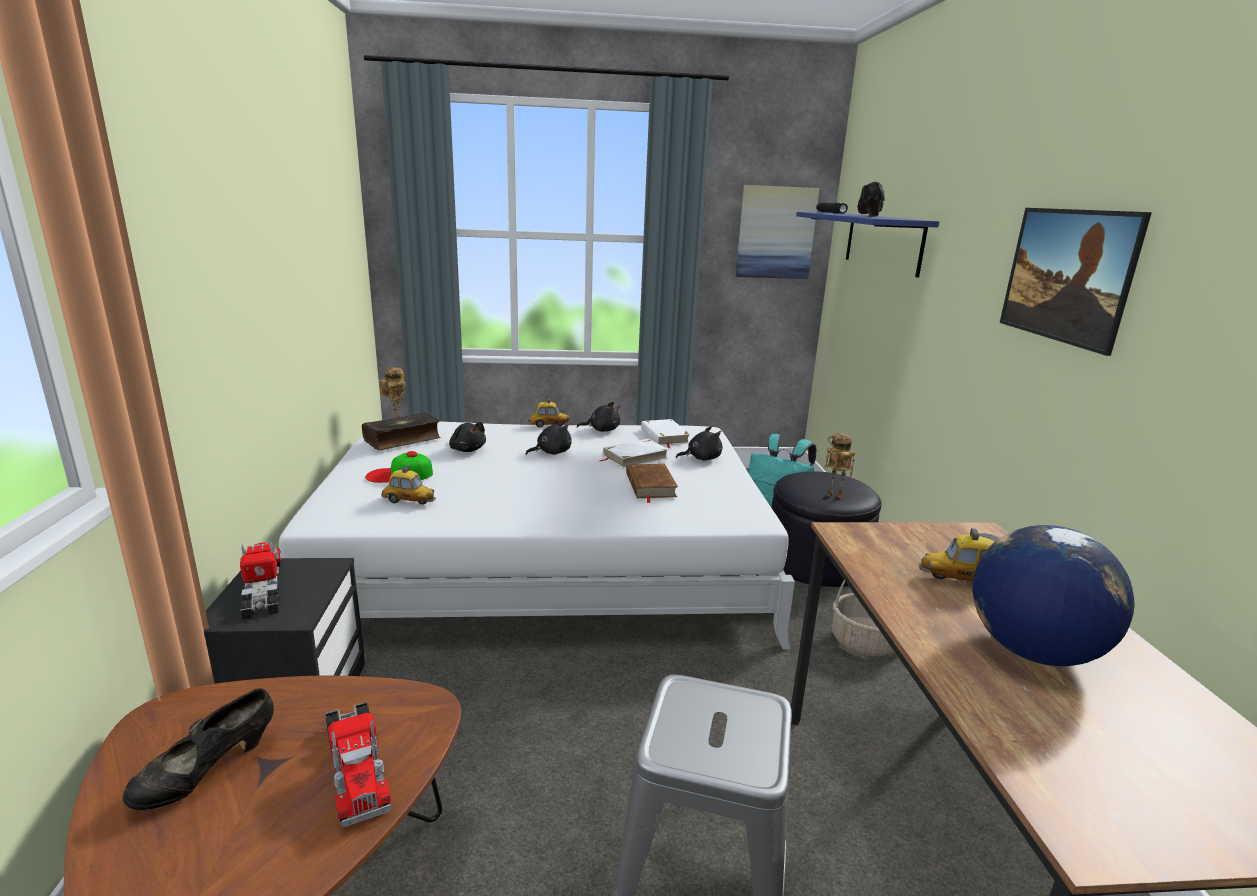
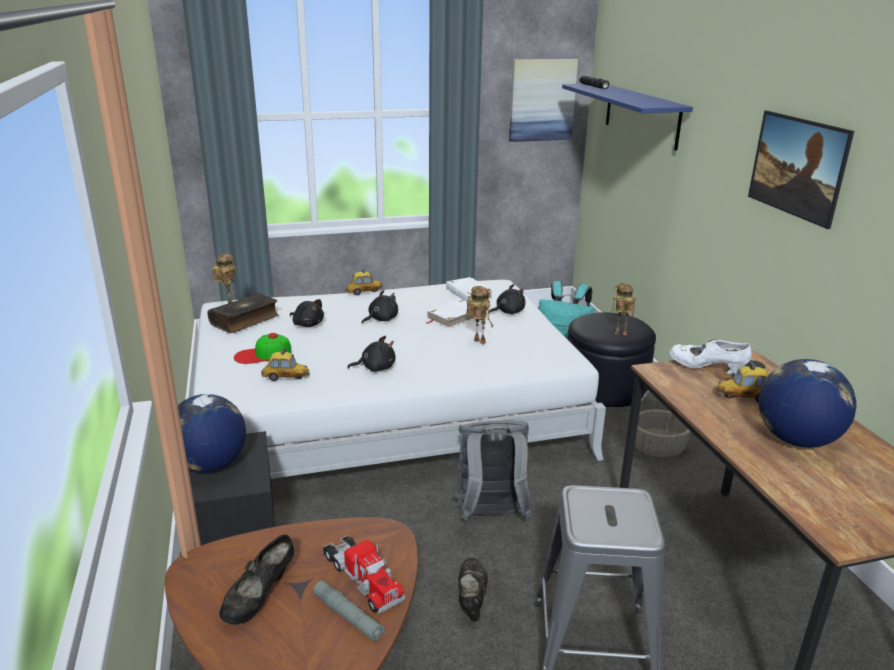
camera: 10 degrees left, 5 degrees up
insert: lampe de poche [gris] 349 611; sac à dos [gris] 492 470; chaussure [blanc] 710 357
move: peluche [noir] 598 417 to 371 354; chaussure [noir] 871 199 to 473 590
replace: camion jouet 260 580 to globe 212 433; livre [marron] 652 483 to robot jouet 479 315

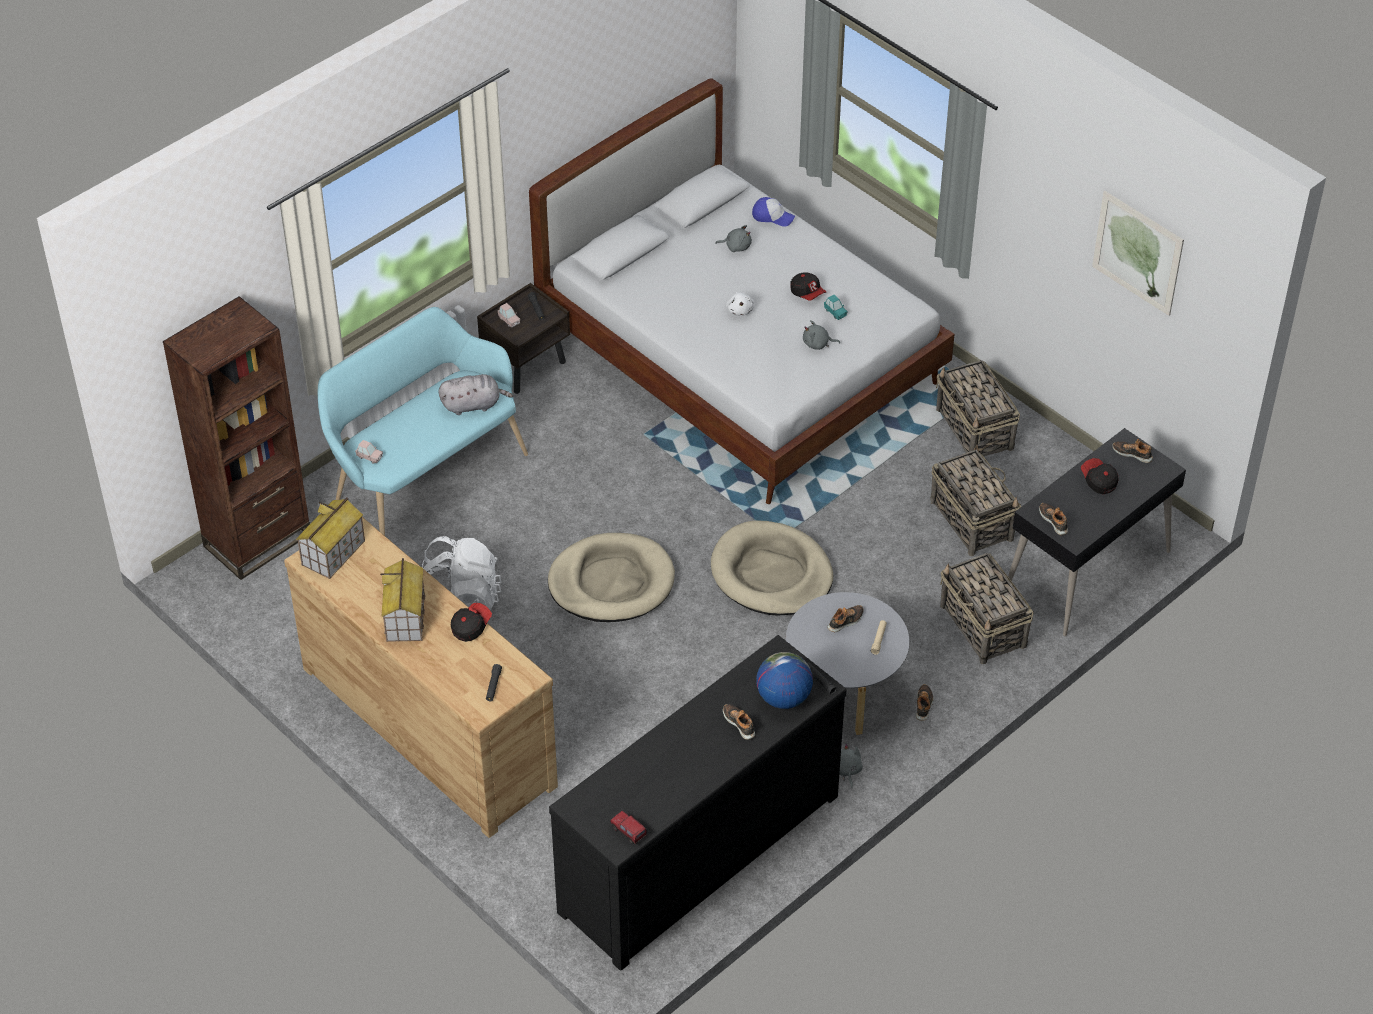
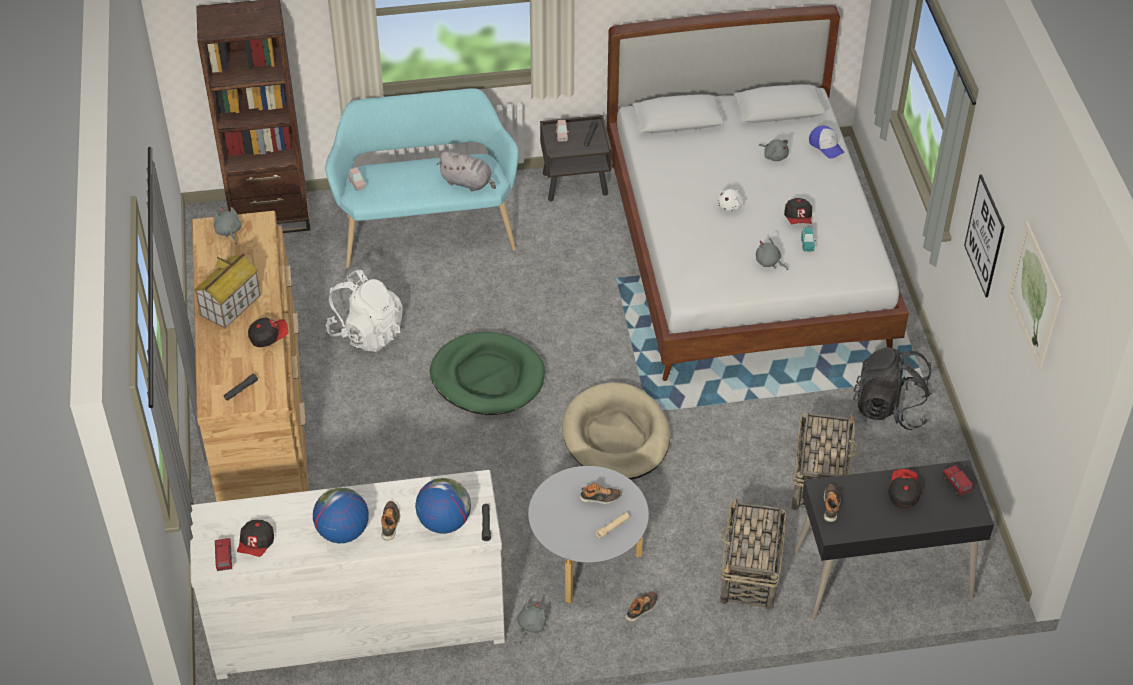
camera: 35 degrees right, 0 degrees up
insert: casquette 255 538; globe 341 515; tableau 984 236
replace: maison miniature 330 538 to peluche [gris] 227 225; panier 978 408 to sac à dos [noir] 892 388; chaussure 1132 451 to camion jouet 958 480
recolor: commode [noir] 698 803 to commode [blanc] 347 575; panier pour chien [beige] 611 577 to panier pour chien [vert] 487 373

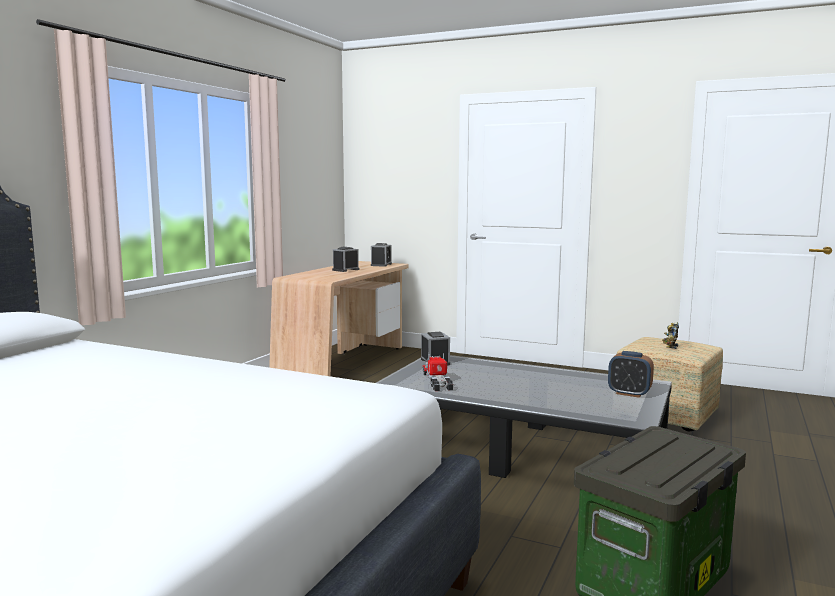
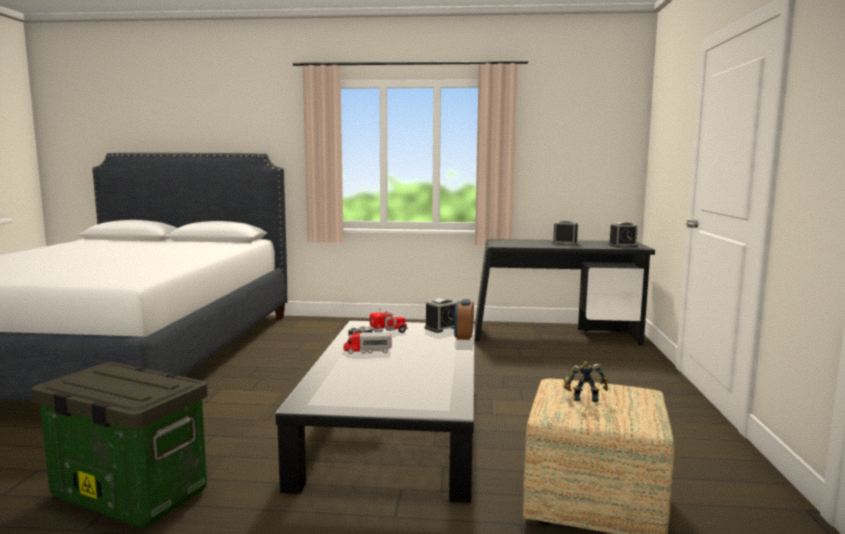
camera: 70 degrees right, 0 degrees up
insert: camion jouet 367 343
move: réveil 631 374 to 464 319
recolor: bureau [beige] 338 318 to bureau [noir] 565 292

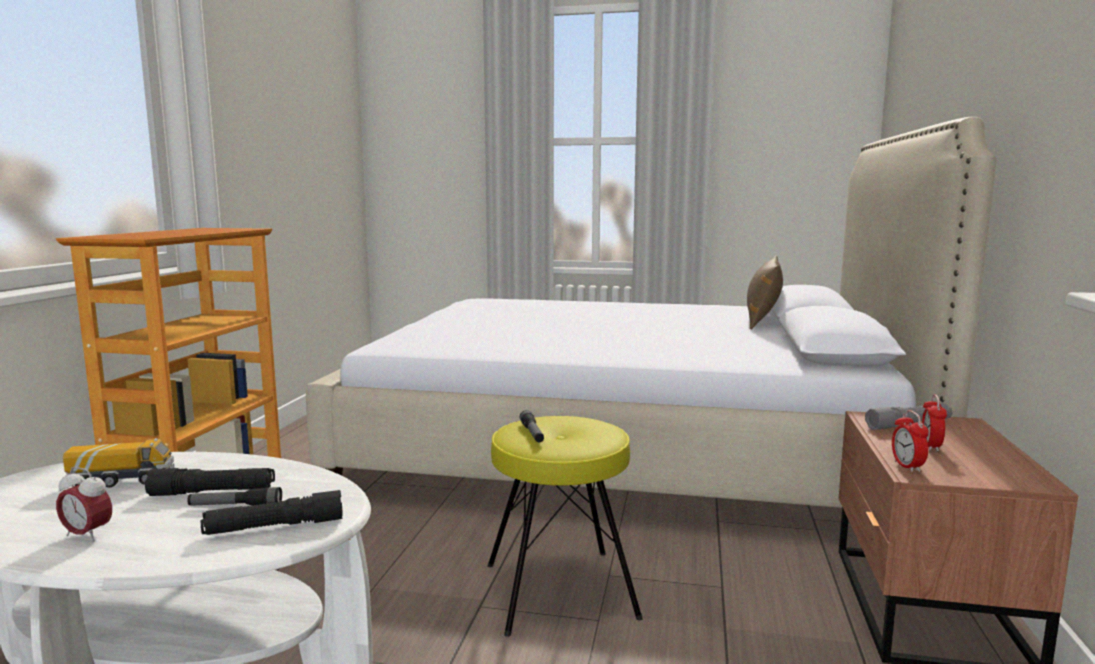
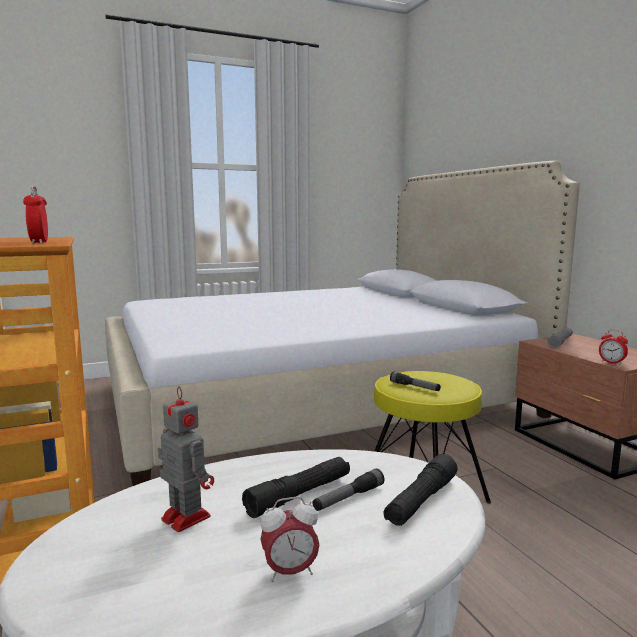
camera: 35 degrees left, 0 degrees up
delete: coussin [marron] 765 292
move: réveil 934 423 to 35 215
replace: camion jouet 119 463 to robot jouet 186 459

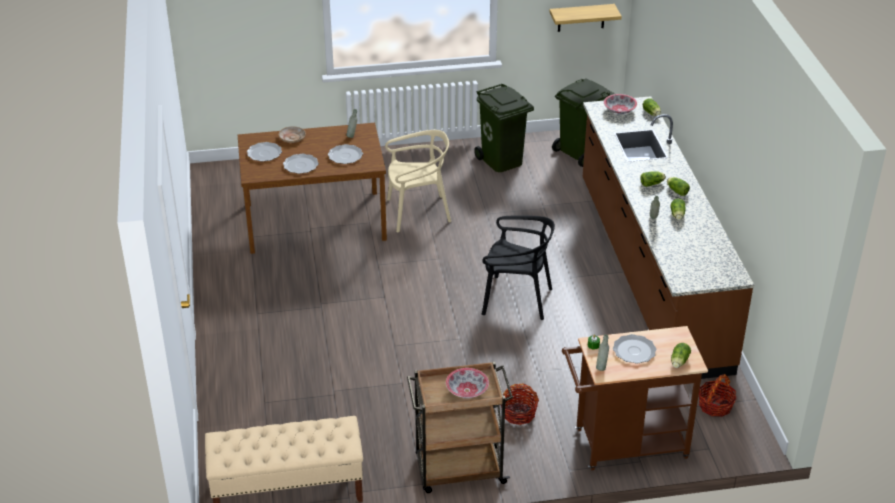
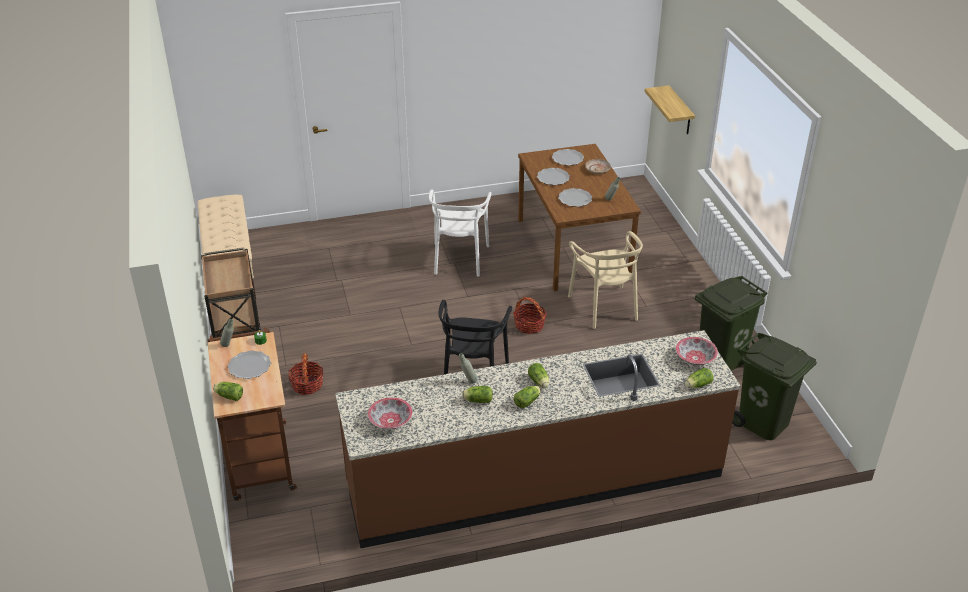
camera: 85 degrees right, 0 degrees up
insert: chaise [blanc] 460 233
move: bol 467 383 to 390 413; panier 717 395 to 530 315; étagère 585 18 to 669 109

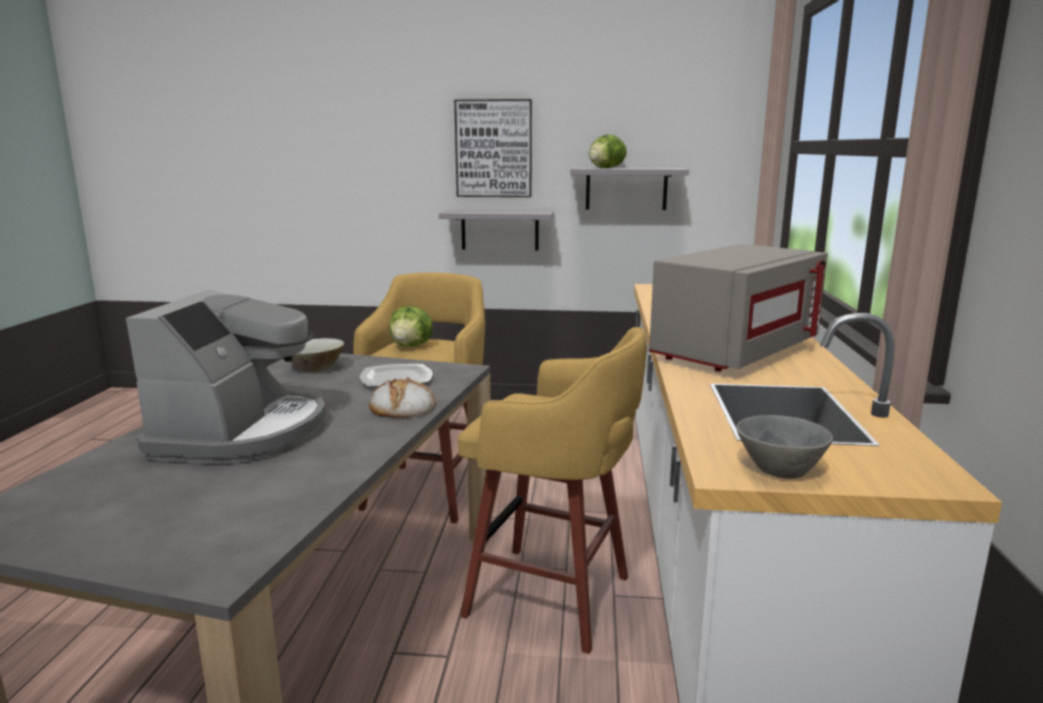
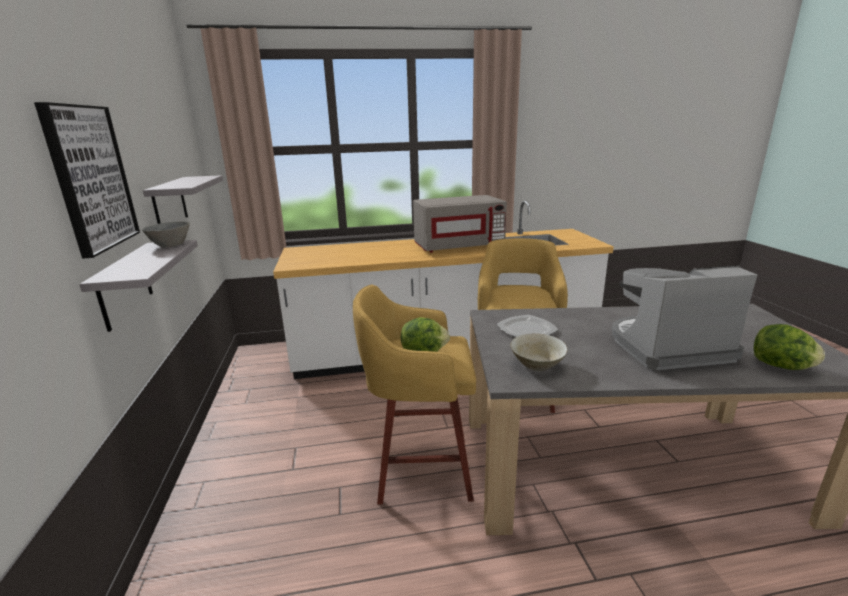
camera: 105 degrees left, 5 degrees up
delete: pain 402 397
move: bol [gris] 784 447 to 166 234; laitue 608 151 to 789 347
rotate: micro-ondes [gris] 738 308 = 460 224 135 degrees clockwise

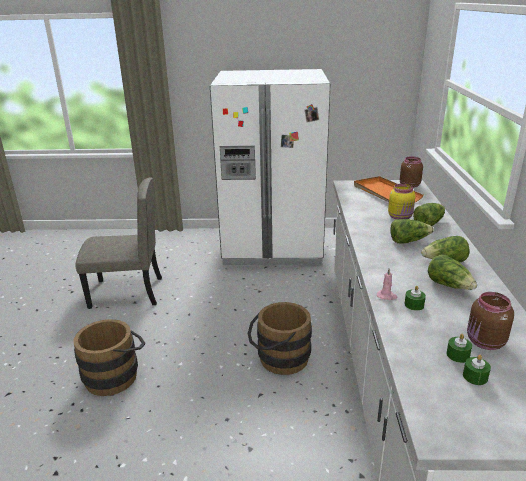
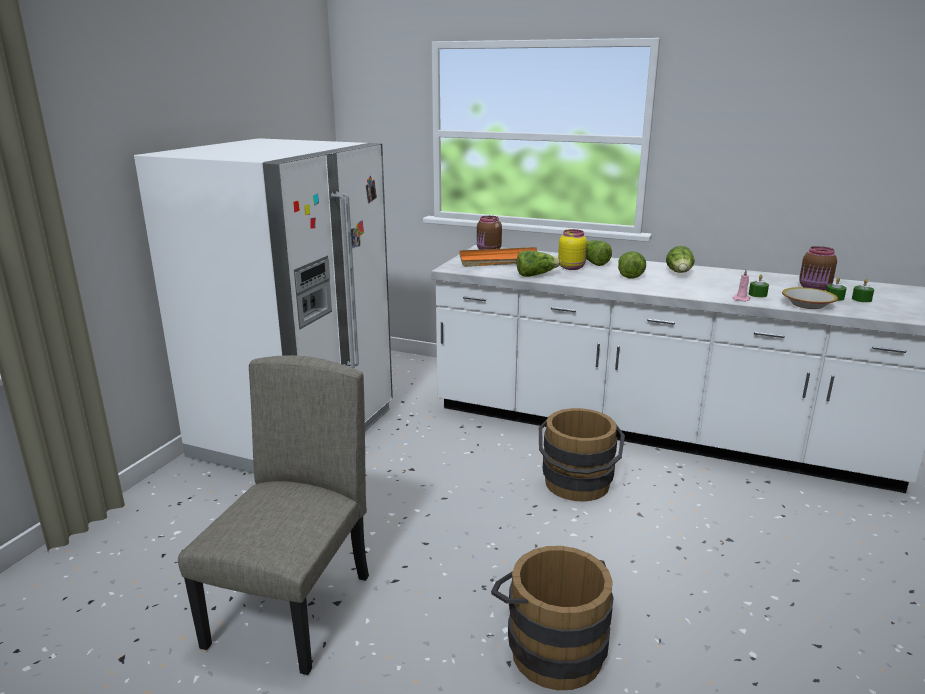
camera: 70 degrees left, 5 degrees down
insert: bol 810 298
move: laitue 452 272 to 538 264

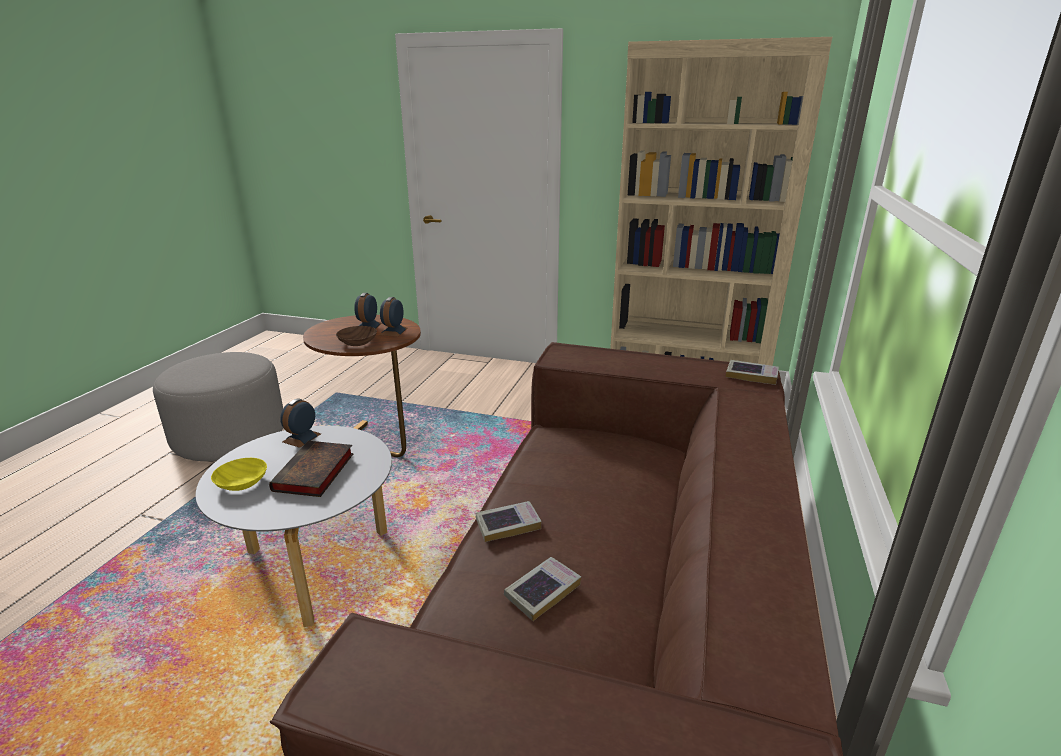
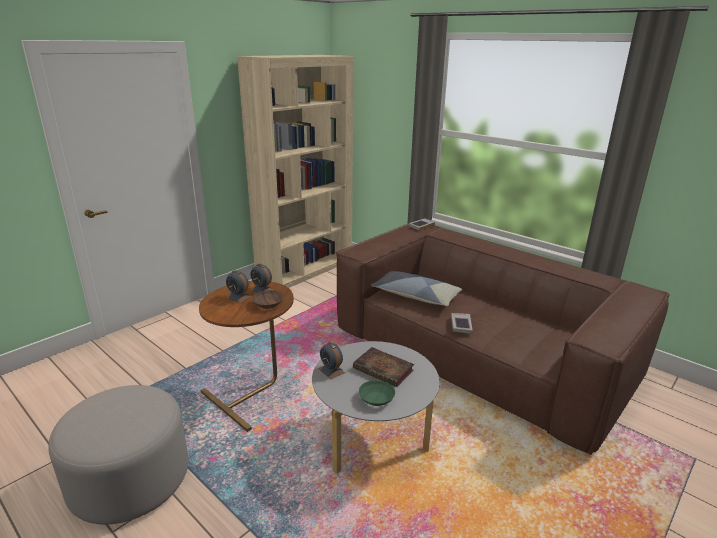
camera: 65 degrees left, 0 degrees up
delete: livre 542 589
insert: coussin 417 288
recolor: bol [jaune] 239 474 to bol [vert] 377 393

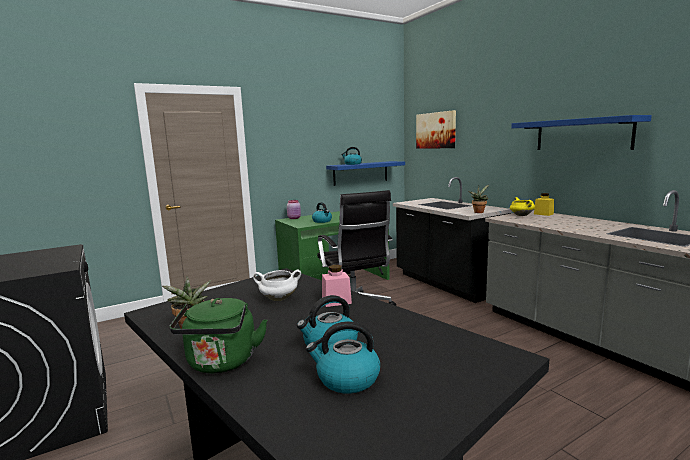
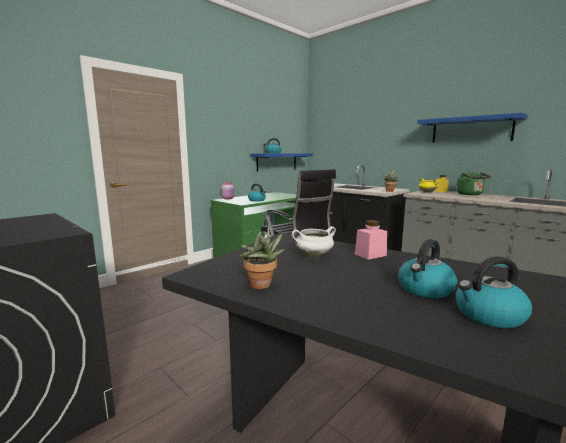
camera: 15 degrees left, 0 degrees up
delete: tableau 436 129
move: bouilloire [vert] 218 335 to 473 183

